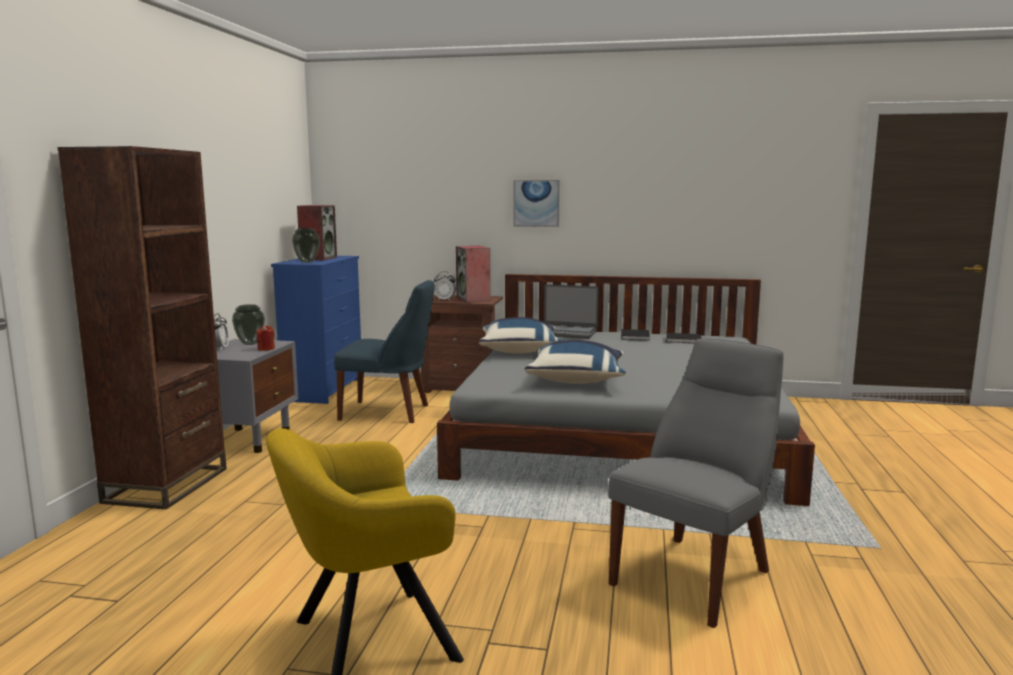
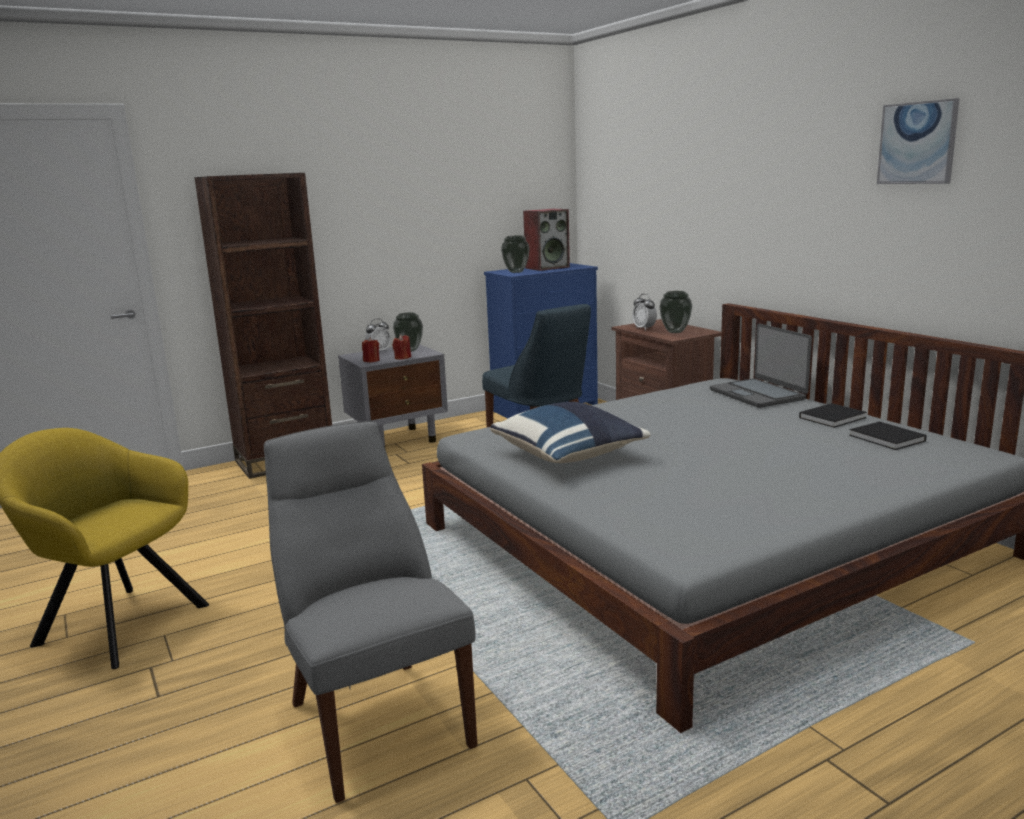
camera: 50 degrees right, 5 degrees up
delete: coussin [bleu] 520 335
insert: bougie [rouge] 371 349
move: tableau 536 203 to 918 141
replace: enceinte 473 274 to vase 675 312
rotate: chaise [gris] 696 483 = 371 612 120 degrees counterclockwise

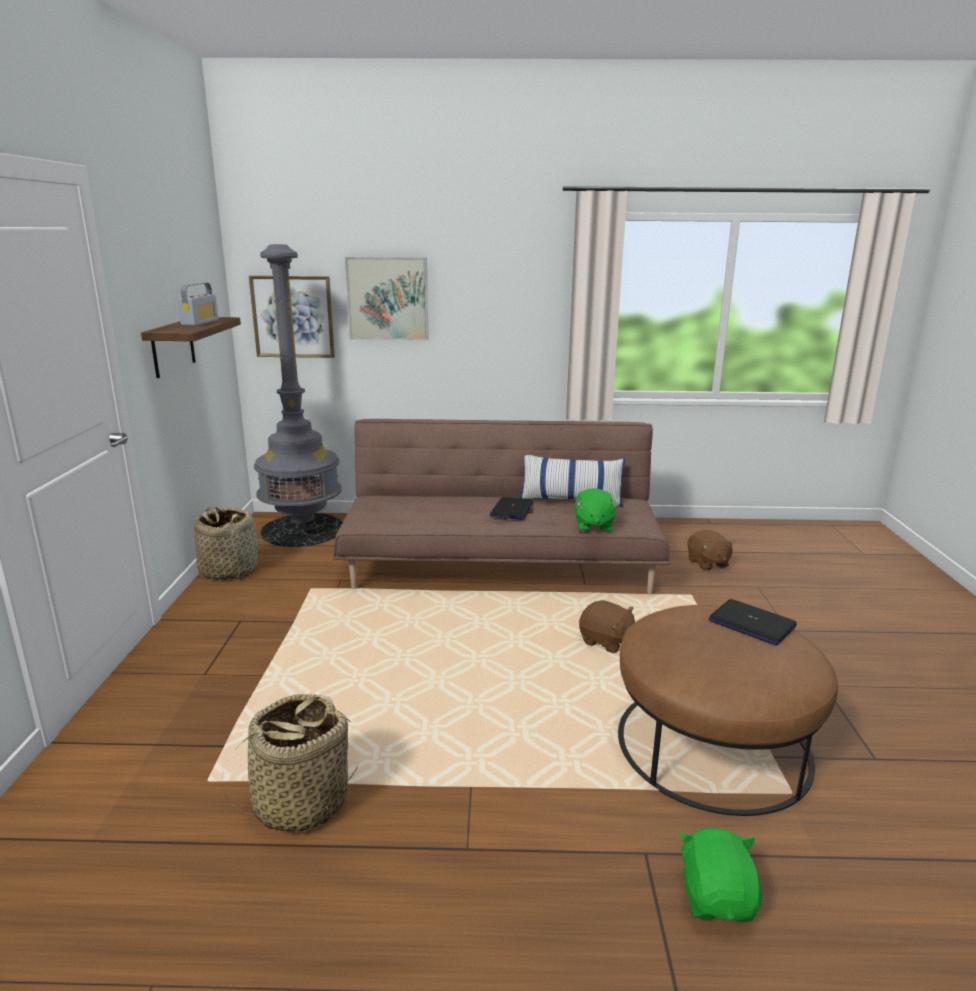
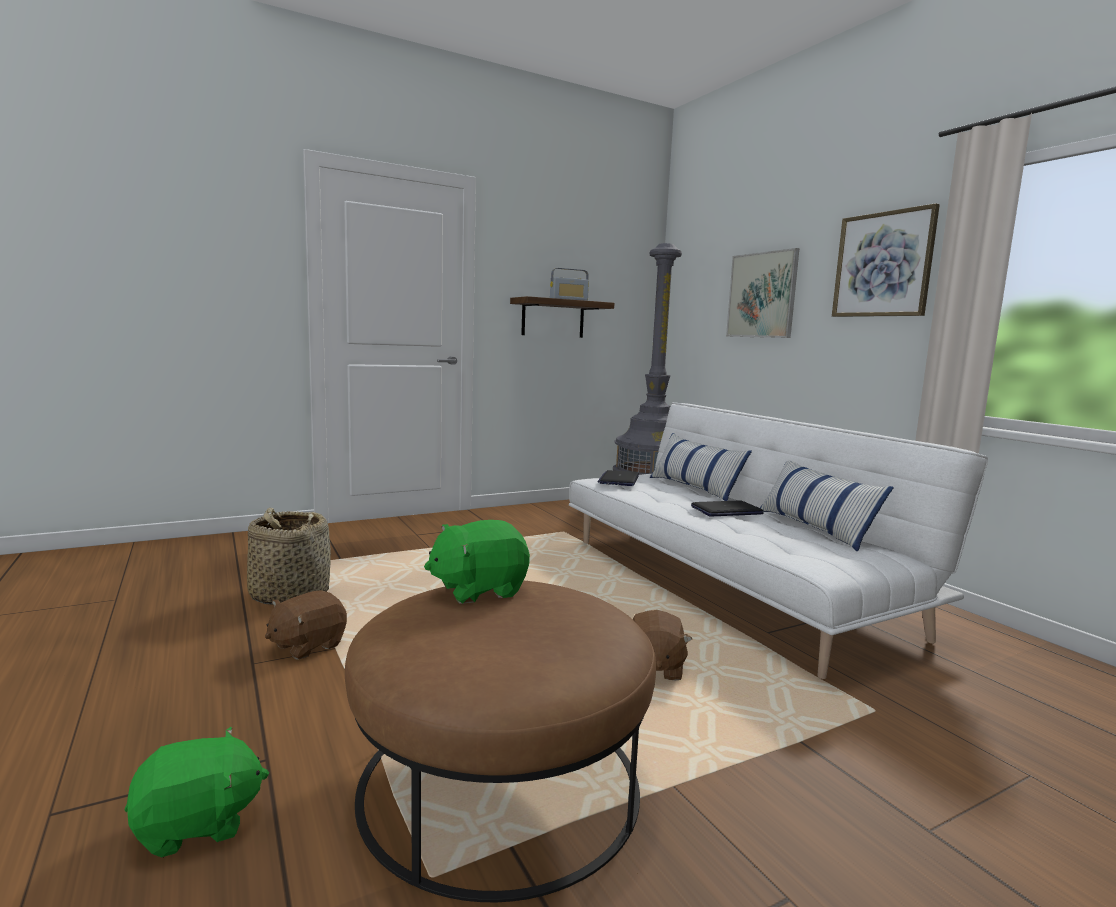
camera: 60 degrees right, 10 degrees down
delete: panier 226 543
insert: coussin 701 467
move: peluche [marron] 711 550 to 306 624; peluche [vert] 597 510 to 477 562; ordinateur portable 753 622 to 618 478; tableau 292 317 to 886 260
recolor: canapé [marron] 501 506 to canapé [blanc] 778 540

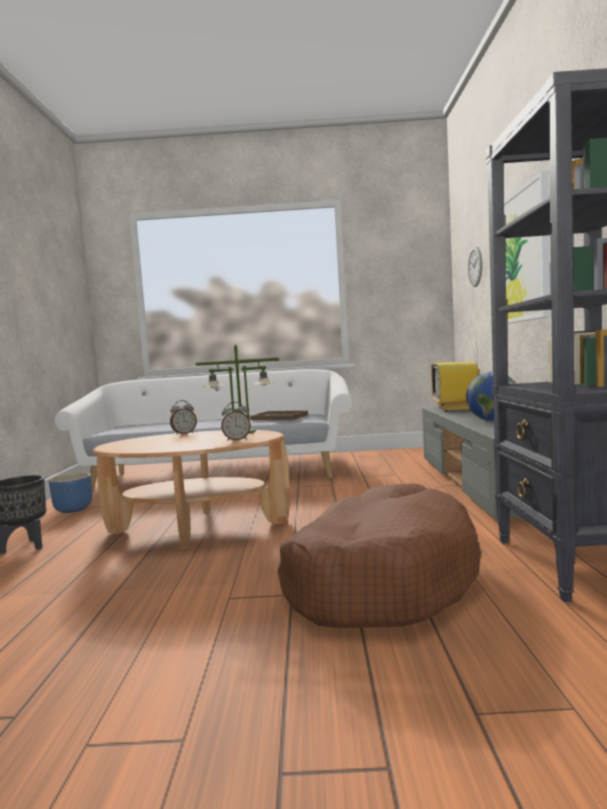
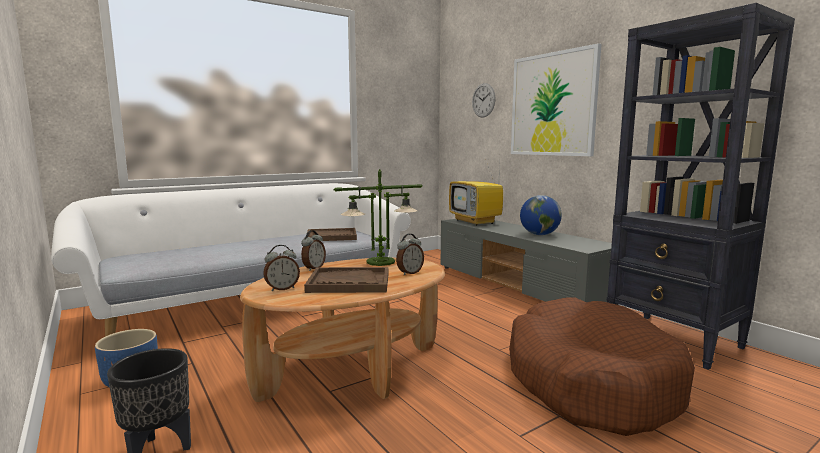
camera: 35 degrees left, 5 degrees up
insert: réveil 281 268; plateau [marron] 346 280

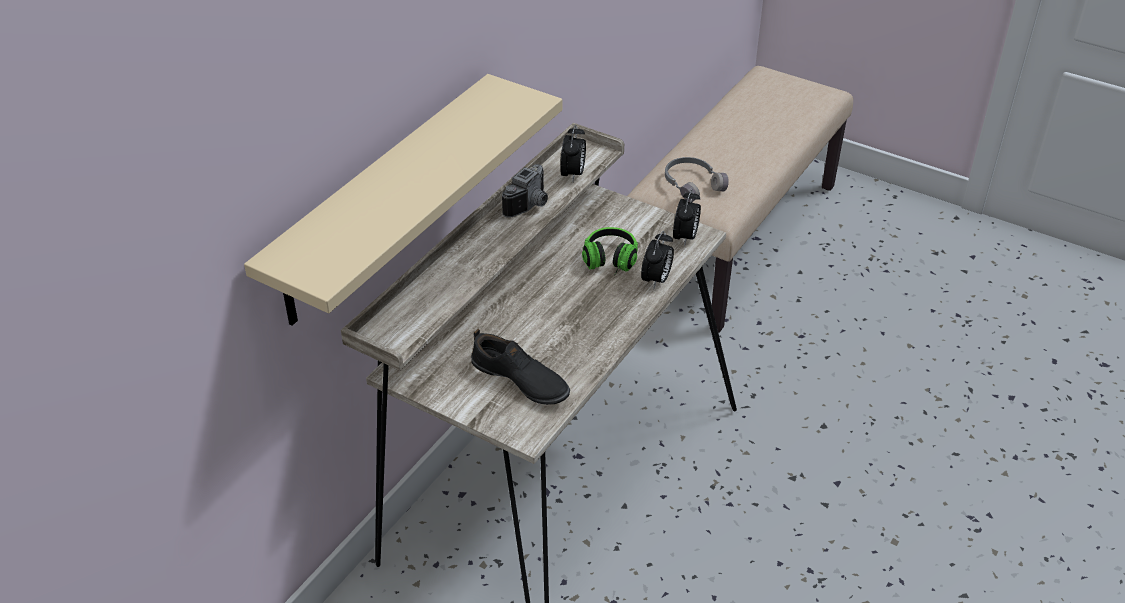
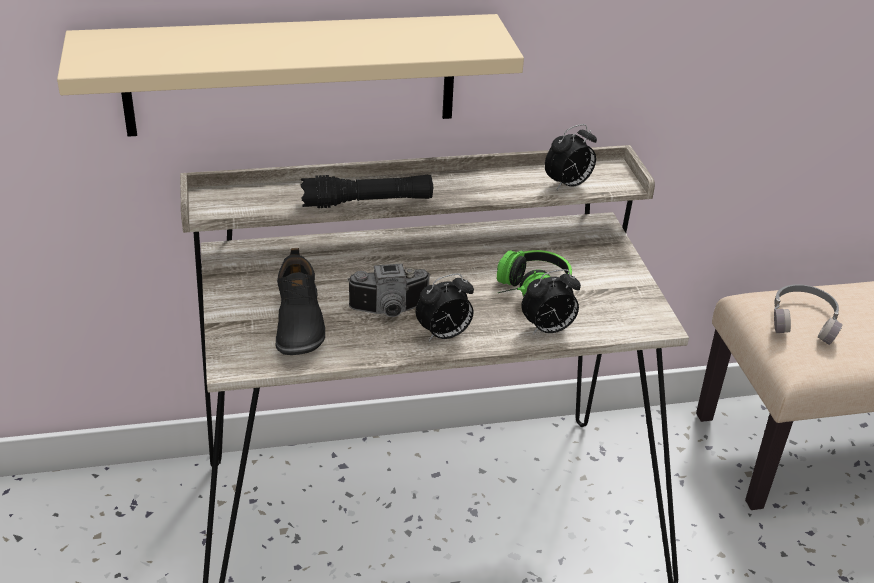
camera: 45 degrees right, 5 degrees down
insert: lampe de poche [noir] 367 191
move: appareil photo 525 191 to 389 290; réveil 687 218 to 445 307

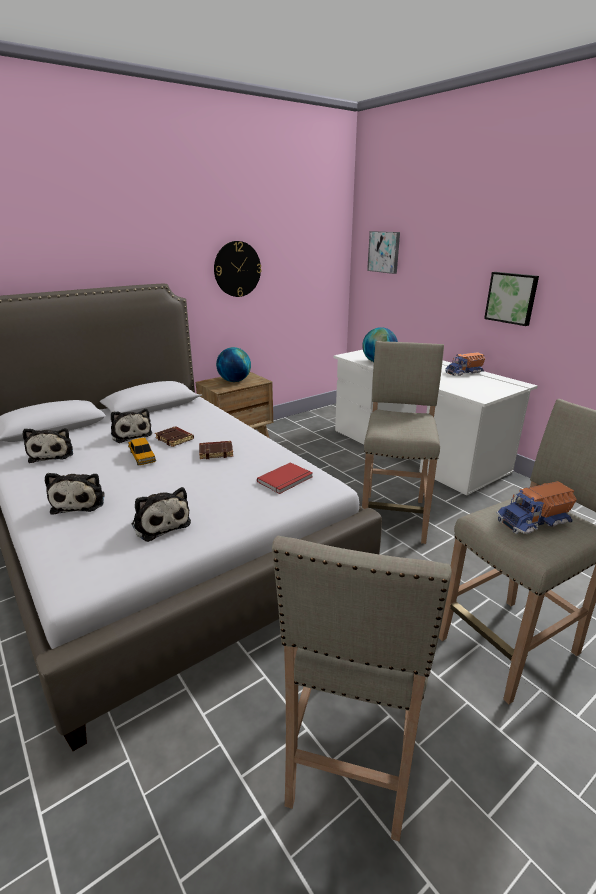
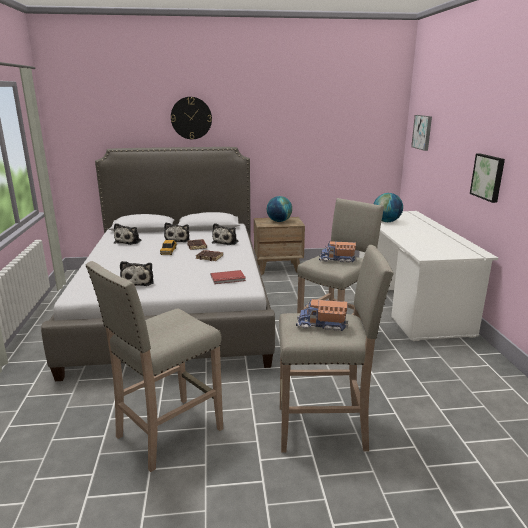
camera: 30 degrees right, 5 degrees down
move: horloge murale 238 269 to 191 118; peluche 75 494 to 225 234; camion jouet 465 364 to 338 252

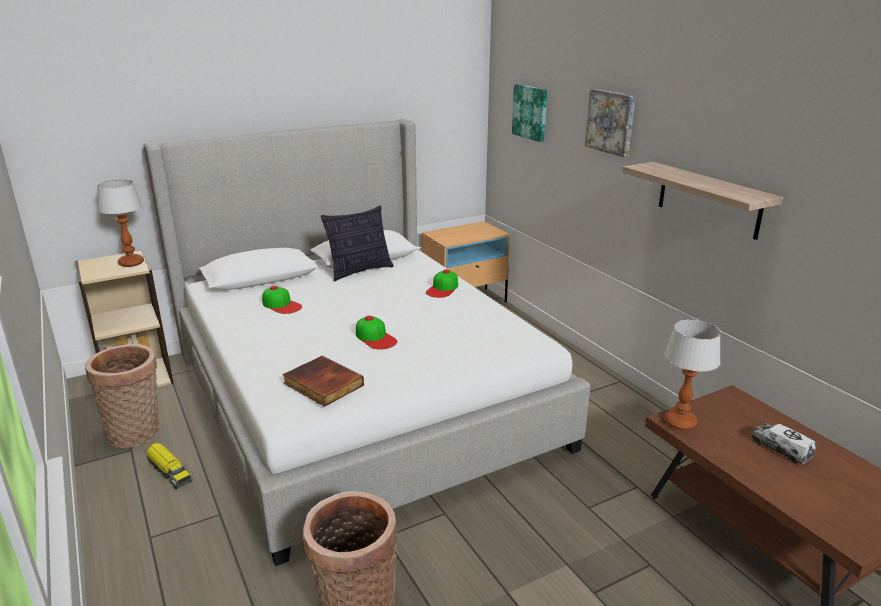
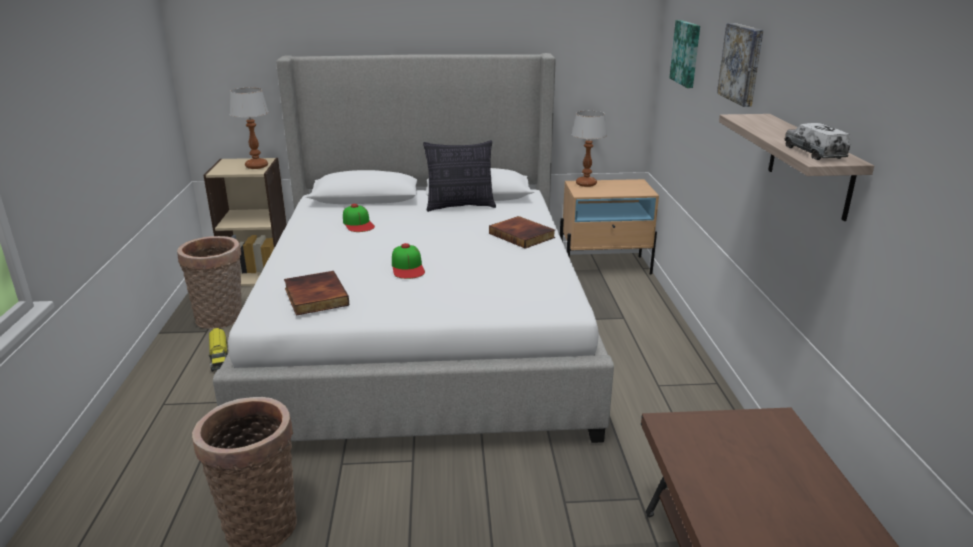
camera: 25 degrees right, 0 degrees up
move: lampe de table 692 375 to 589 149; camion jouet 783 444 to 817 141
replace: casquette 442 283 to livre 522 232

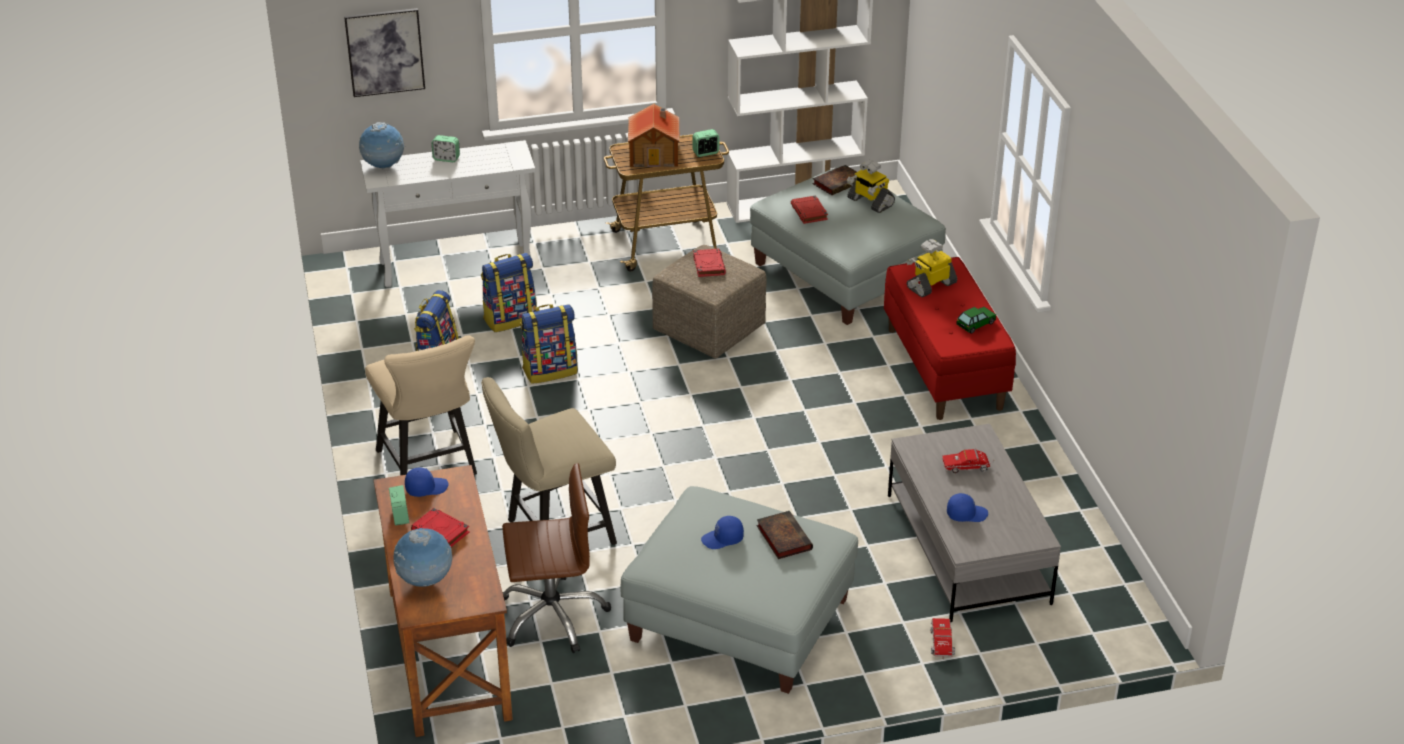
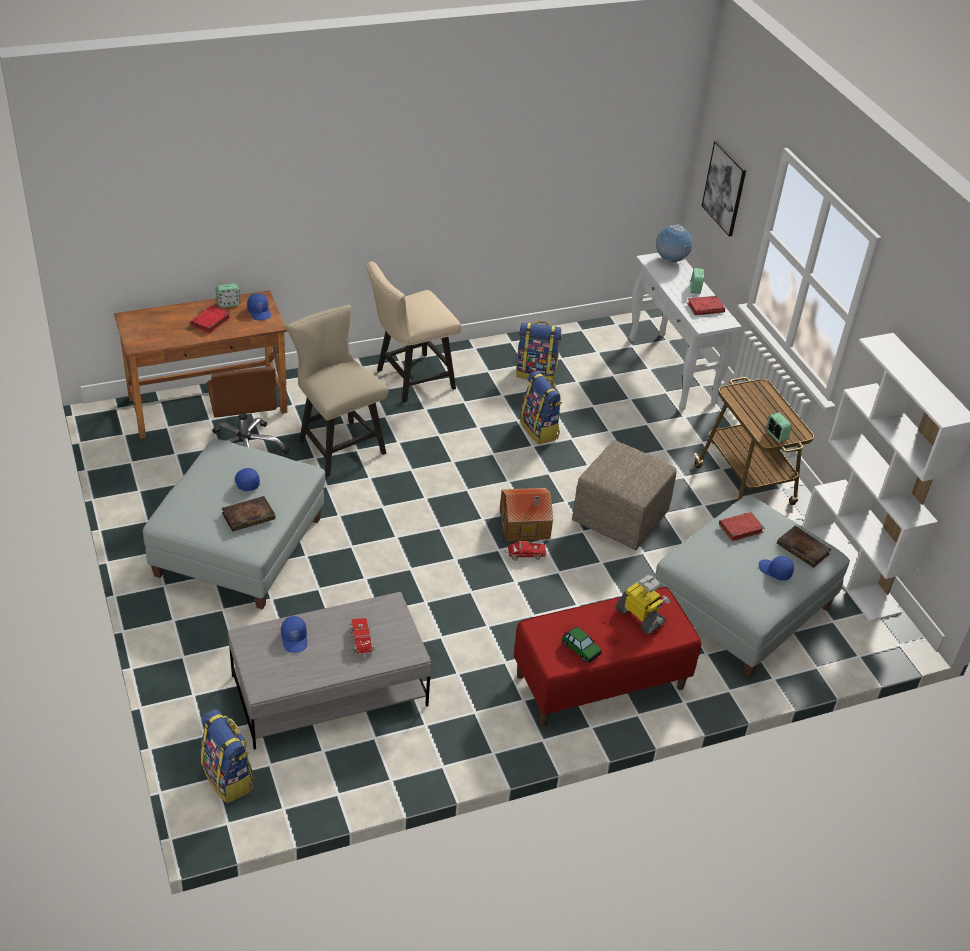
camera: 80 degrees right, 5 degrees up
delete: globe 422 557
move: sac à dos 509 292 to 227 756; maison miniature 653 135 to 526 514; camion jouet 943 638 to 525 551; livre [rouge] 709 263 to 706 305
replace: robot jouet 871 186 to casquette [bleu] 776 568

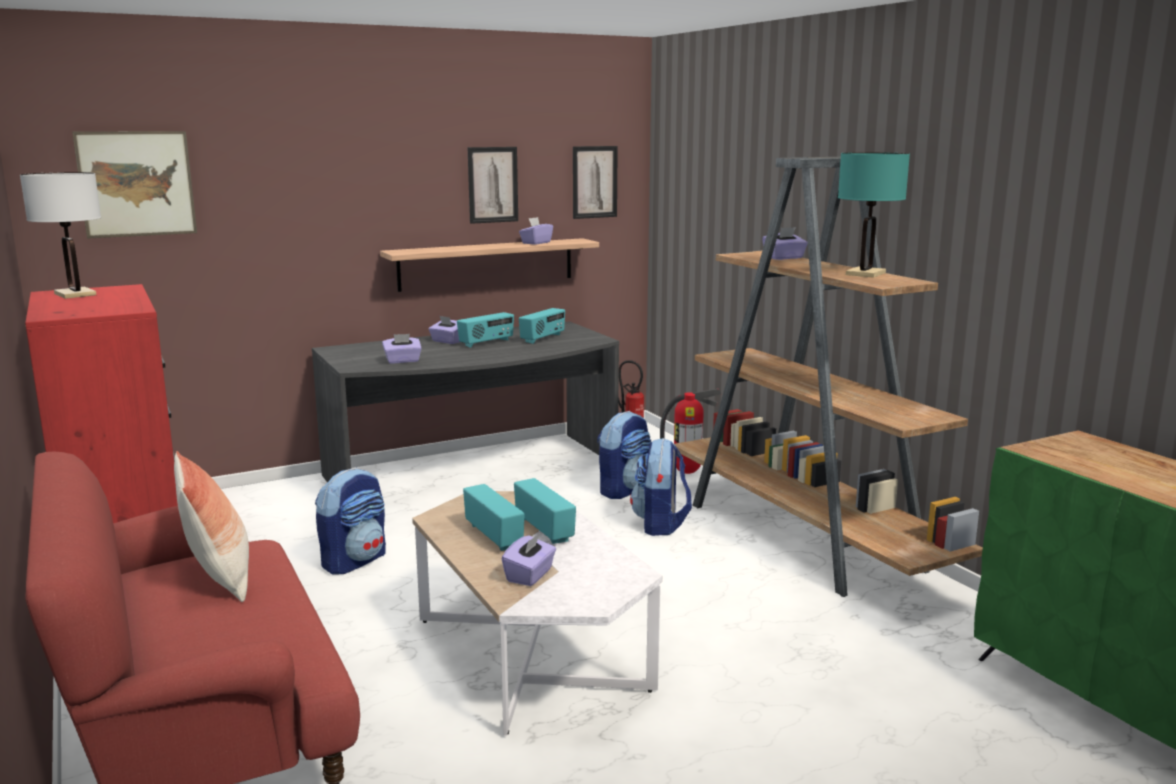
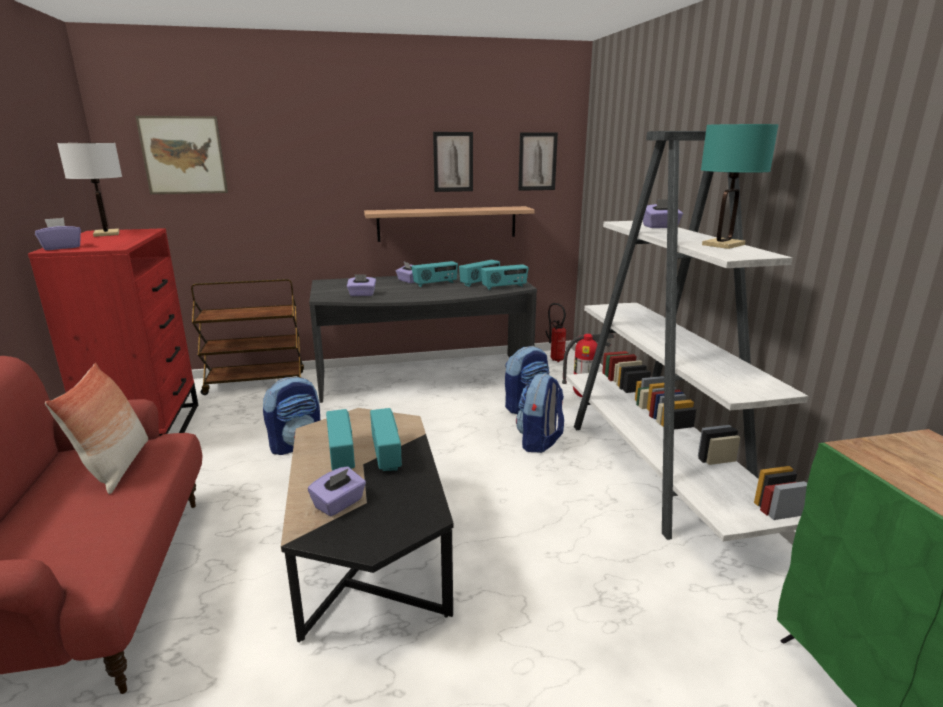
camera: 15 degrees right, 5 degrees up
insert: chariot [marron] 247 337; radio 505 277
move: boîte à mouchoirs [violet] 536 231 to 58 234
recolor: table basse [blanc] 537 613 to table basse [noir] 367 525; bibliothèque [marron] 828 377 to bibliothèque [blanc] 687 336

